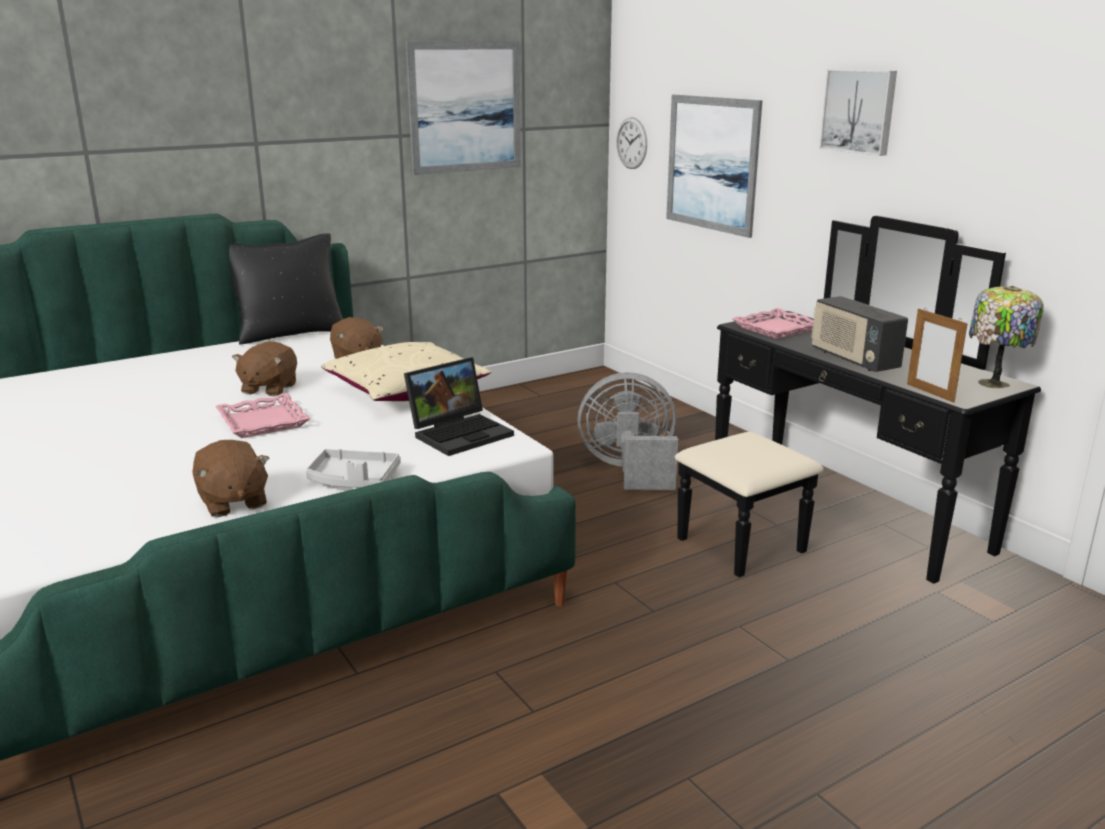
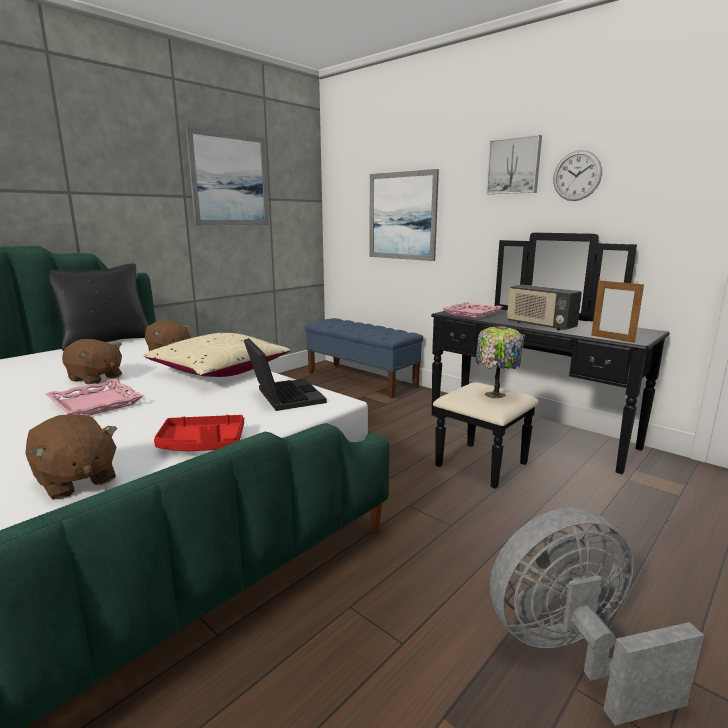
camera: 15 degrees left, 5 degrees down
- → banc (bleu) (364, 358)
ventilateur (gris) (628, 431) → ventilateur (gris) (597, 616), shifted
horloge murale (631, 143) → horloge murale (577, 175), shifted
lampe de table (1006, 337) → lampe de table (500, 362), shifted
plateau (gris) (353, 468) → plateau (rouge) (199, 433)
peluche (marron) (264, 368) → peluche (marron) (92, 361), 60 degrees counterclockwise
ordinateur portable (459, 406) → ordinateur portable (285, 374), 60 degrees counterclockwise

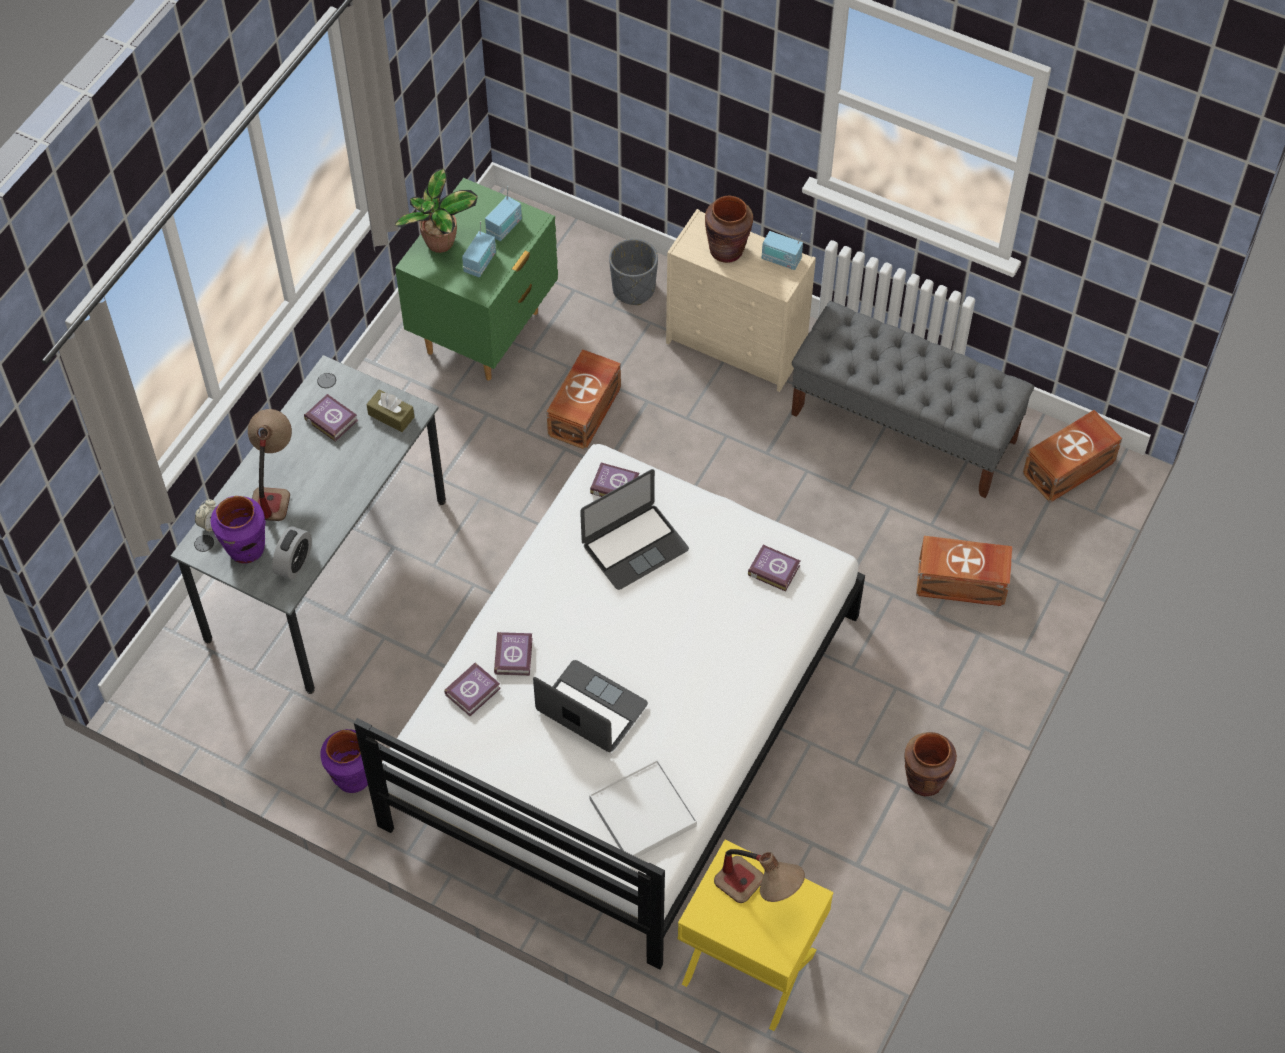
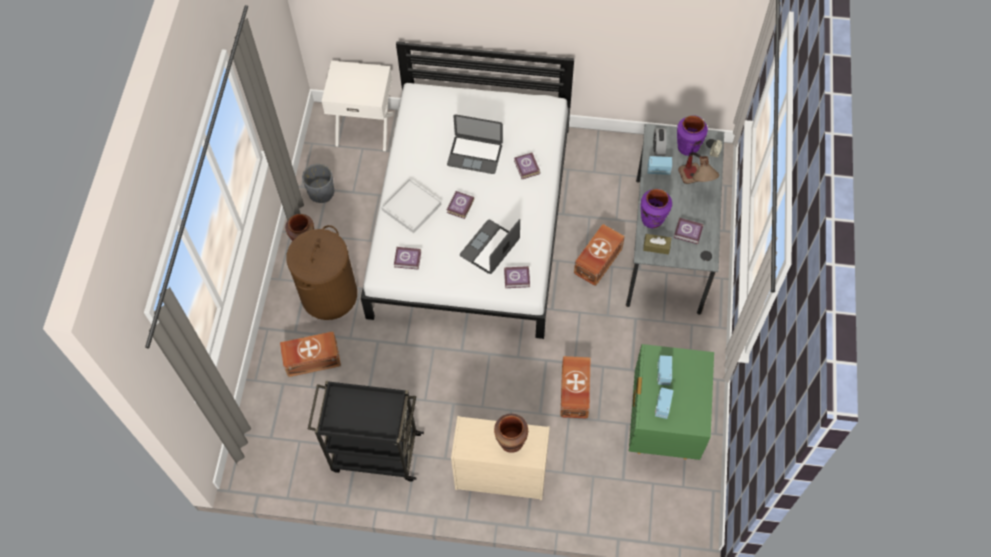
camera: 160 degrees right, 5 degrees up
plante en pot (436, 211) → -
lampe de table (759, 876) → -
- → panier à linge (marron) (321, 272)
vase (violet) (344, 761) → vase (violet) (656, 209), shifted
livre (472, 689) → livre (460, 205), shifted
plateau (blanc) (643, 809) → plateau (blanc) (411, 206), shifted
cache-pot (gris) (633, 272) → cache-pot (gris) (318, 183), shifted
radio (782, 250) → radio (660, 165), shifted
boîte de rangement (marron) (1072, 456) → boîte de rangement (marron) (599, 255), shifted
banc (gris) (912, 399) → chariot (noir) (366, 431)
table de chevet (jaune) (756, 935) → table de chevet (blanc) (357, 106)

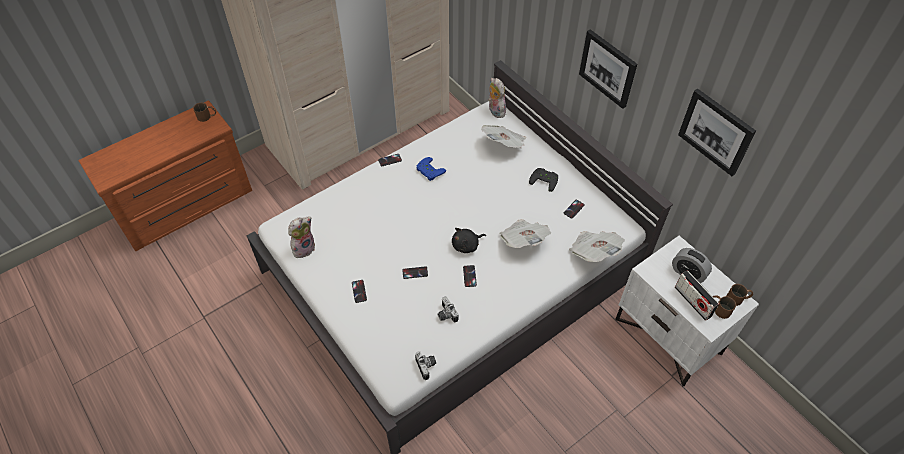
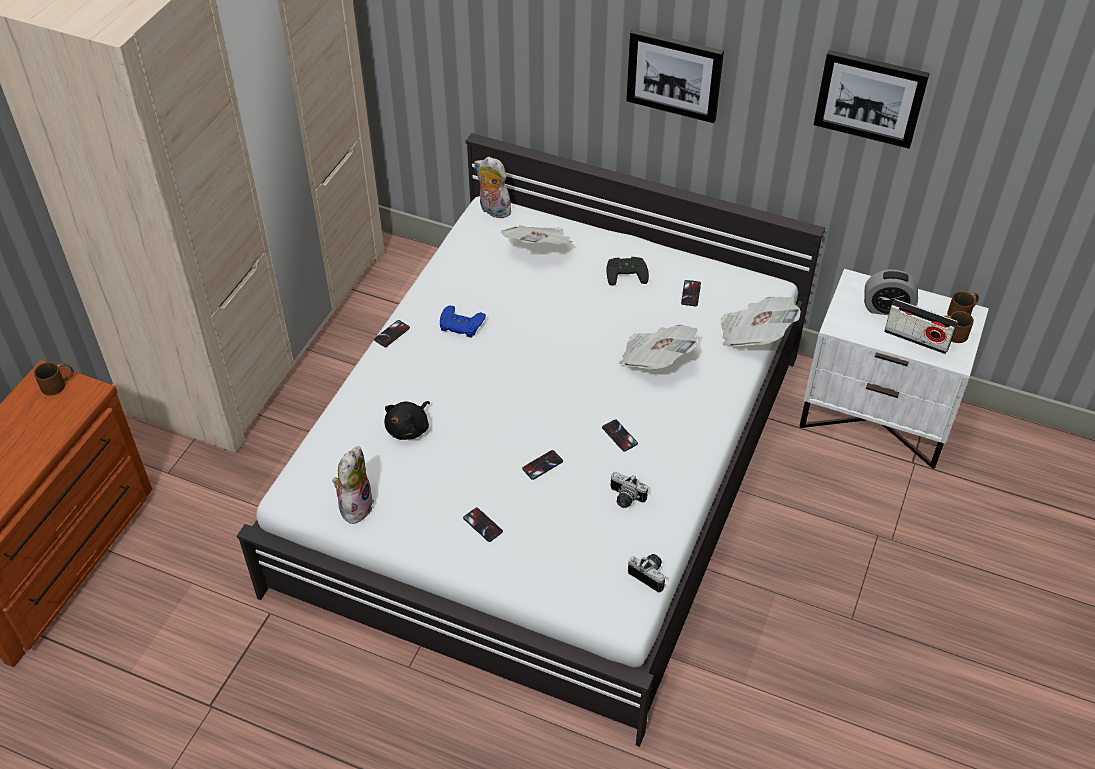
camera: 30 degrees left, 5 degrees down
peluche (noir) (469, 240) → peluche (noir) (407, 420), shifted

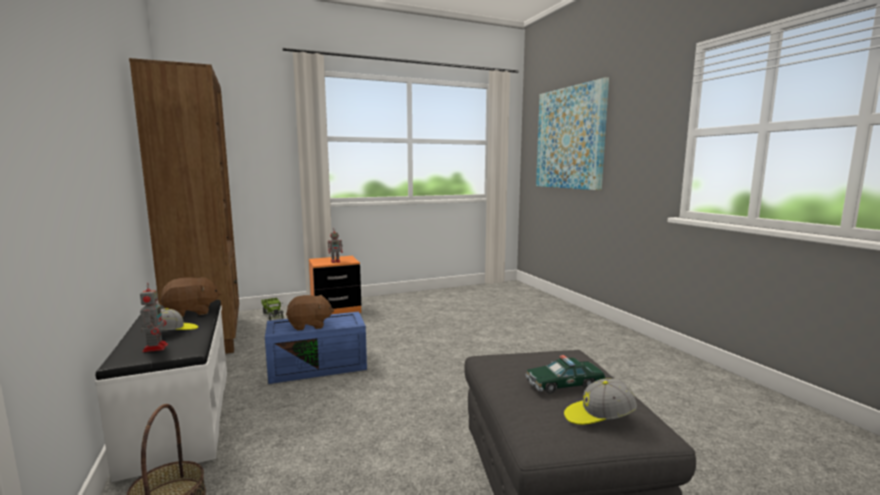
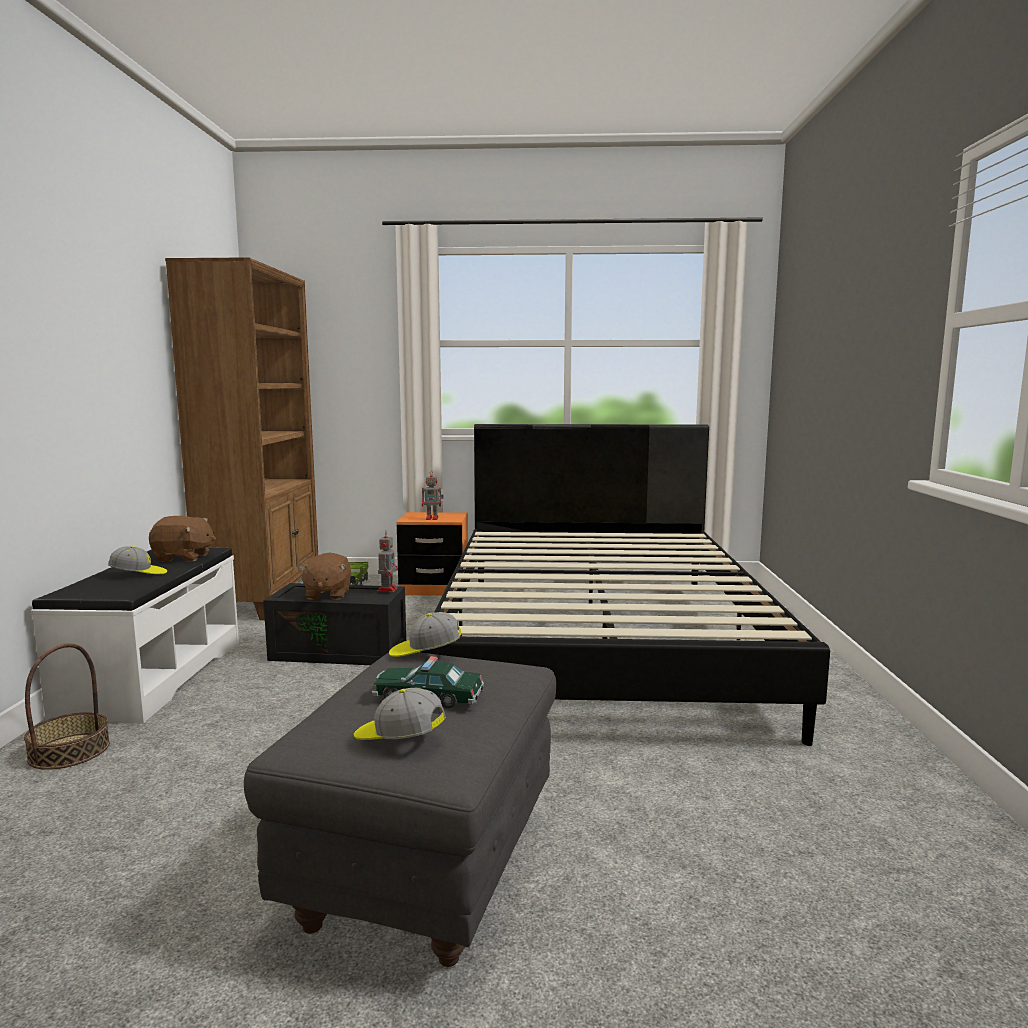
camera: 25 degrees right, 0 degrees up
tableau (572, 133) → -
- → casquette (425, 634)
- → lit (noir) (625, 585)
robot jouet (154, 317) → robot jouet (387, 561), shifted
boîte de rangement (bleu) (316, 348) → boîte de rangement (noir) (335, 624)
peluche (marron) (310, 313) → peluche (marron) (325, 576), 75 degrees clockwise

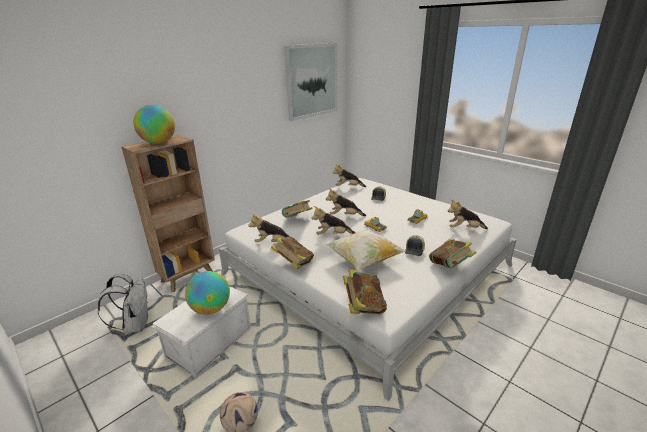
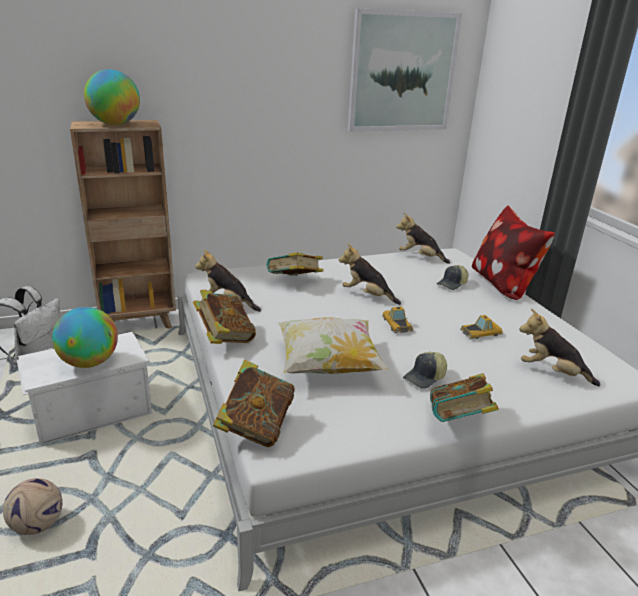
camera: 25 degrees right, 0 degrees up
peluche (333, 220) → -
- → coussin (513, 253)

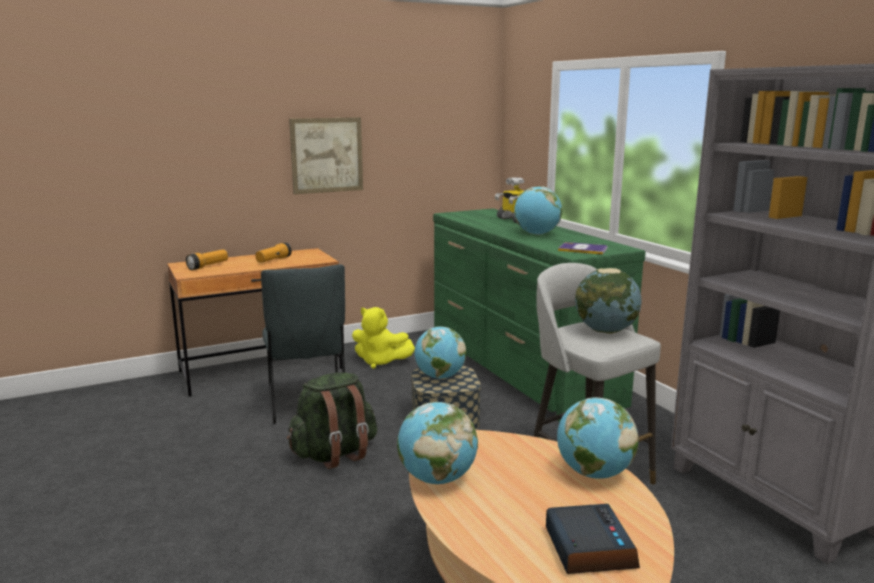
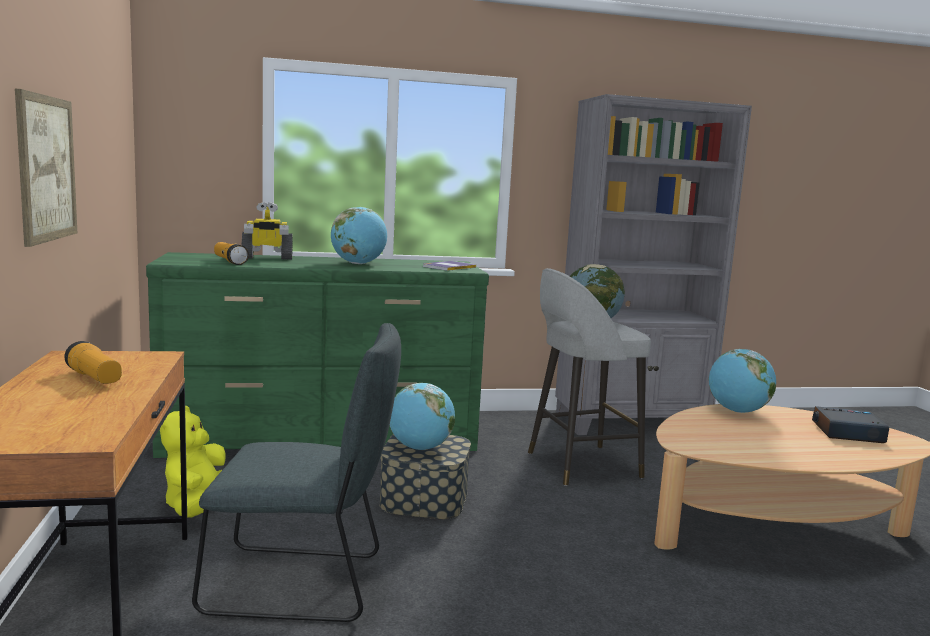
camera: 75 degrees left, 5 degrees down
sac à dos (vert) (332, 421) → -
globe (437, 443) → -
lampe de poche (207, 260) → lampe de poche (231, 253), shifted
peluche (jaune) (383, 338) → peluche (jaune) (193, 462), 150 degrees clockwise

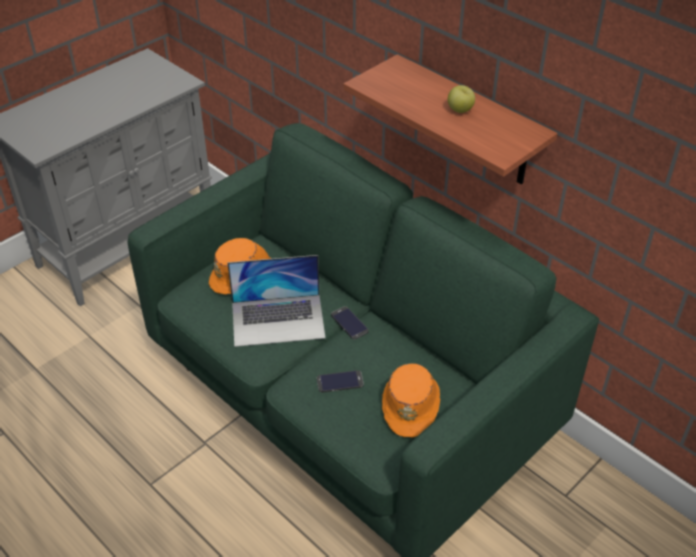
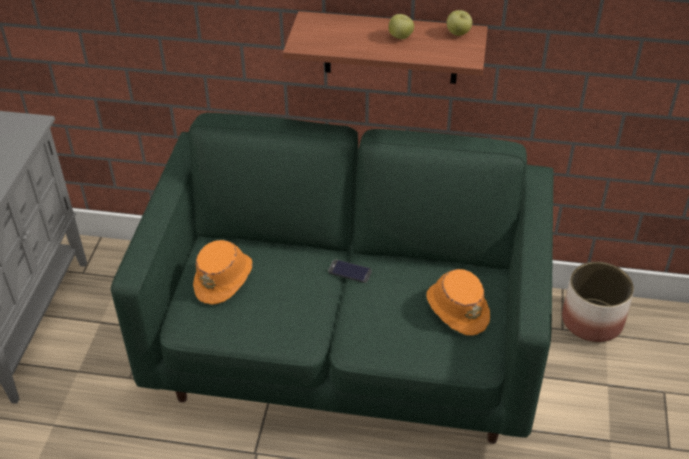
camera: 35 degrees left, 0 degrees up
ordinateur portable (276, 301) → -
téléphone (340, 381) → -
- → pomme (459, 23)
- → cache-pot (598, 302)

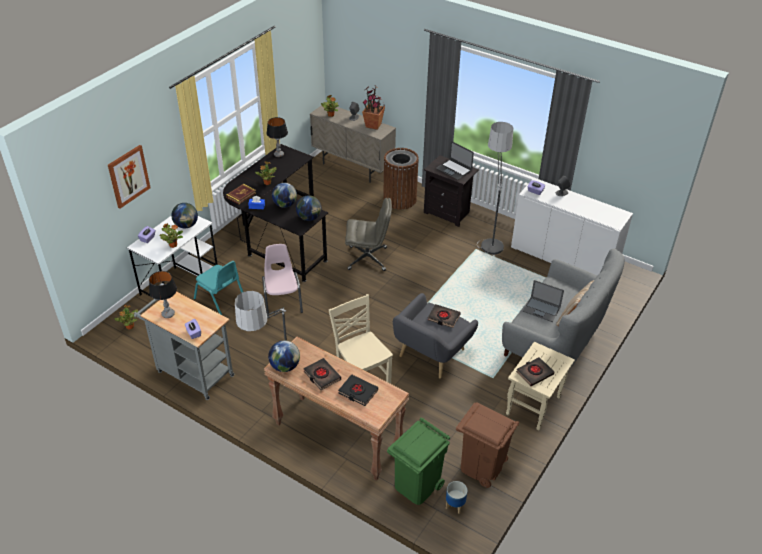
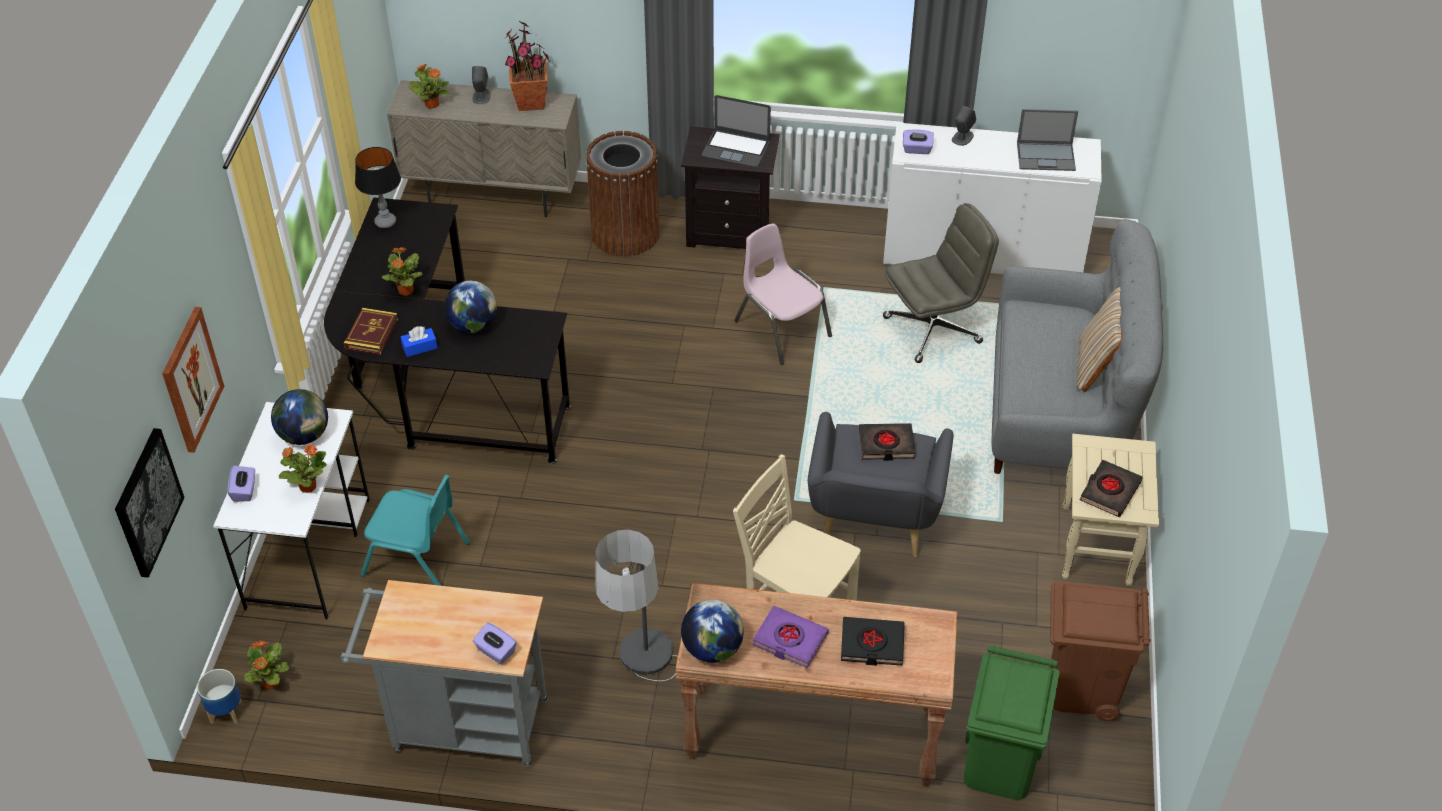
camera: 25 degrees left, 5 degrees up
lampe de table (163, 294) → -
globe (308, 208) → -
lampadaire (497, 189) → -
- → tableau (150, 503)
chaise (rose) (282, 280) → chaise (rose) (783, 294), shifted
chaise de bureau (gris) (368, 234) → chaise de bureau (gris) (941, 283), shifted
cache-pot (457, 497) → cache-pot (219, 696), shifted
ordinateur portable (543, 301) → ordinateur portable (1047, 140), shifted
livre (noir) (322, 374) → livre (violet) (791, 637)

